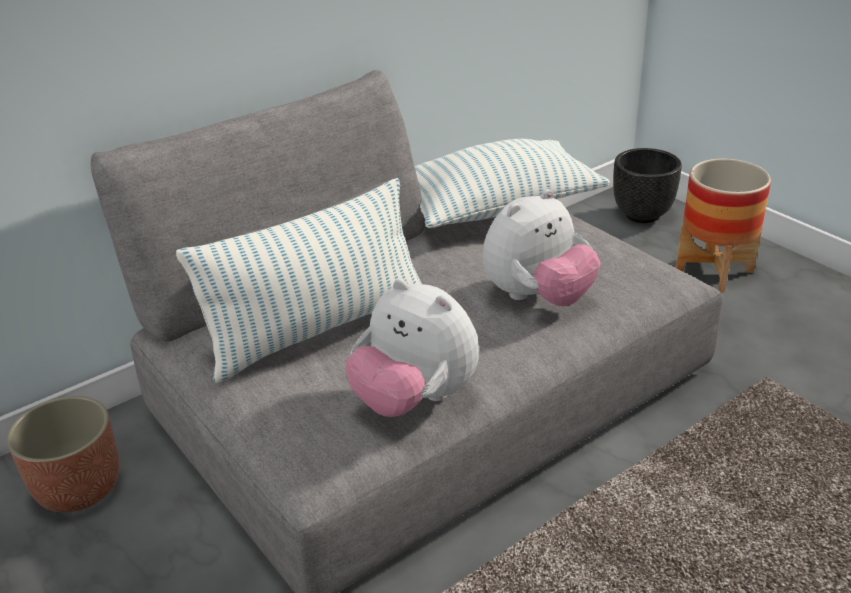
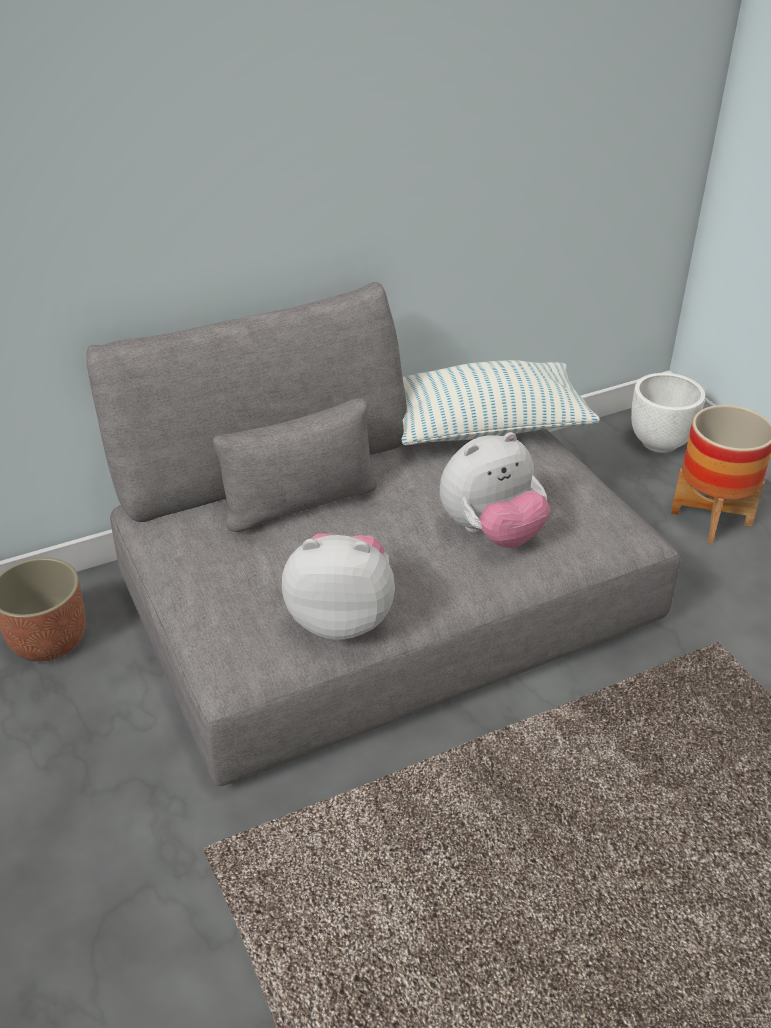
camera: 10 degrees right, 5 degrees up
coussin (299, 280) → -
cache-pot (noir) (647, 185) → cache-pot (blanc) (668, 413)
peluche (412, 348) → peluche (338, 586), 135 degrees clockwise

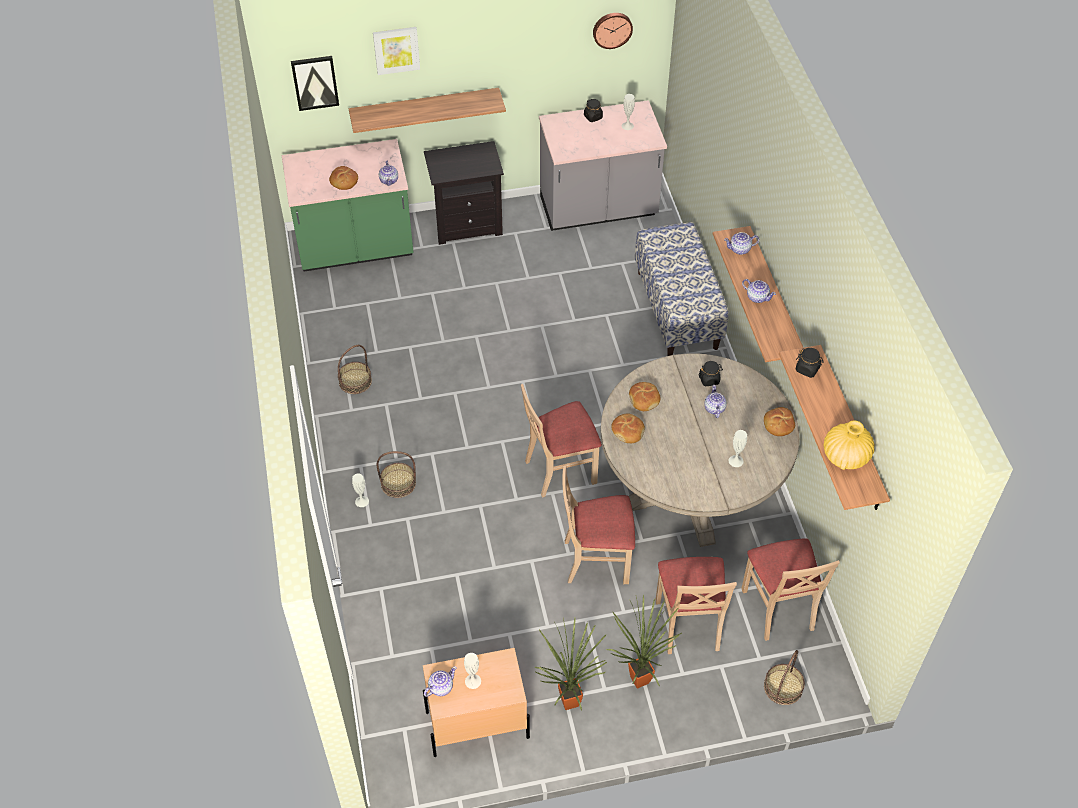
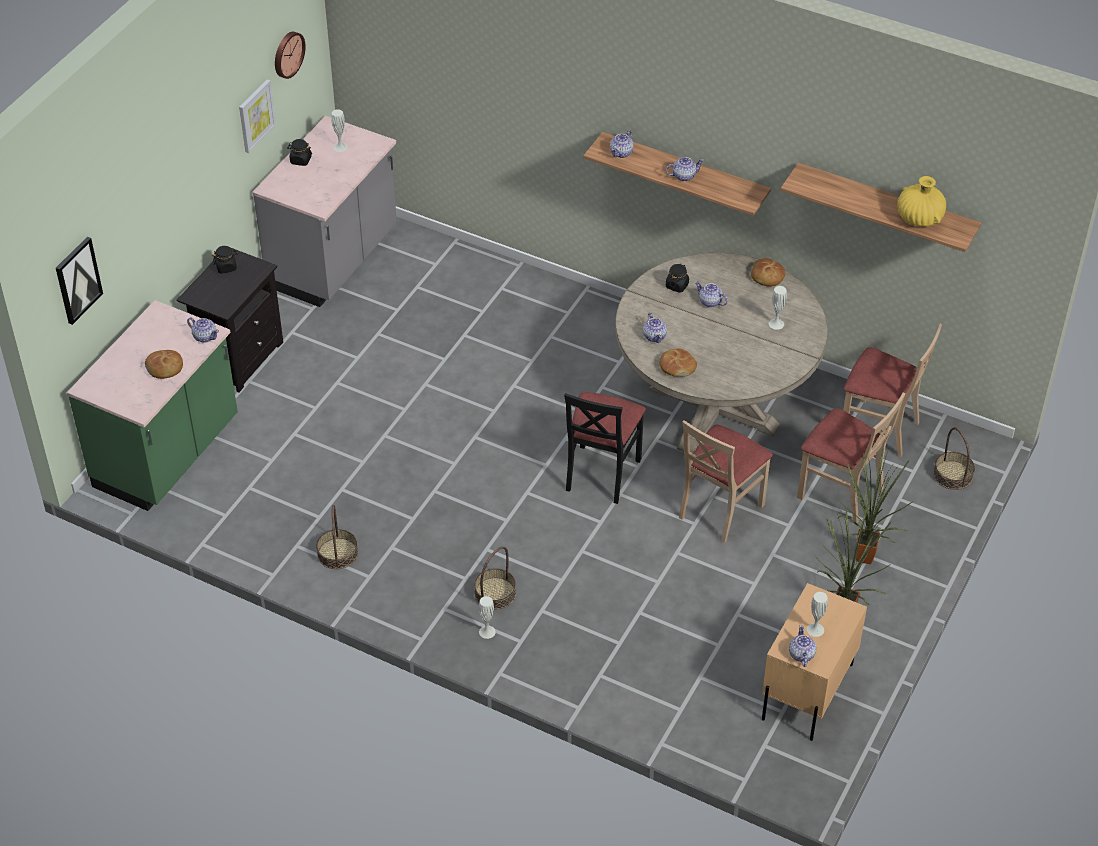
camera: 50 degrees left, 5 degrees down
étagère (427, 110) → -
banc (682, 289) → -
tableau (396, 51) → tableau (257, 116), shifted
bocal (noir) (810, 363) → bocal (noir) (225, 260), shifted
pain (645, 396) → théière (655, 328)
chaise (beige) (561, 441) → chaise (noir) (605, 448)

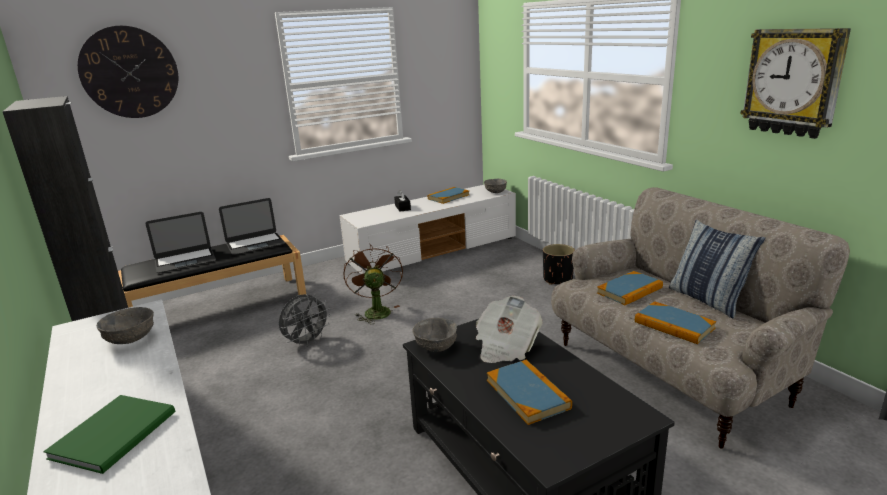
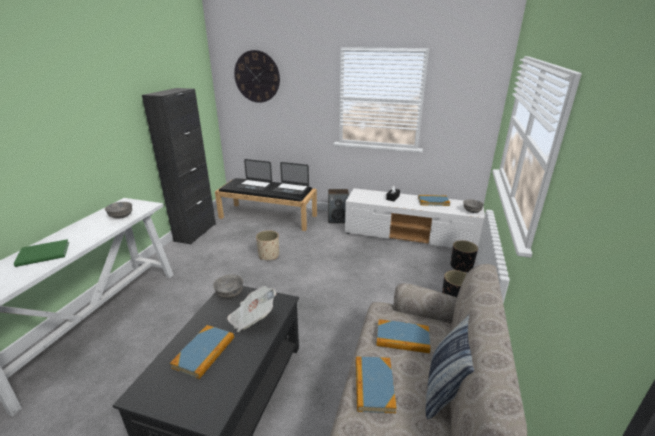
camera: 45 degrees right, 5 degrees up
ventilateur (marron) (373, 284) → -
horloge murale (796, 83) → -
- → enceinte (338, 206)
- → cache-pot (noir) (464, 256)
ventilateur (gris) (305, 321) → cache-pot (beige) (267, 245)

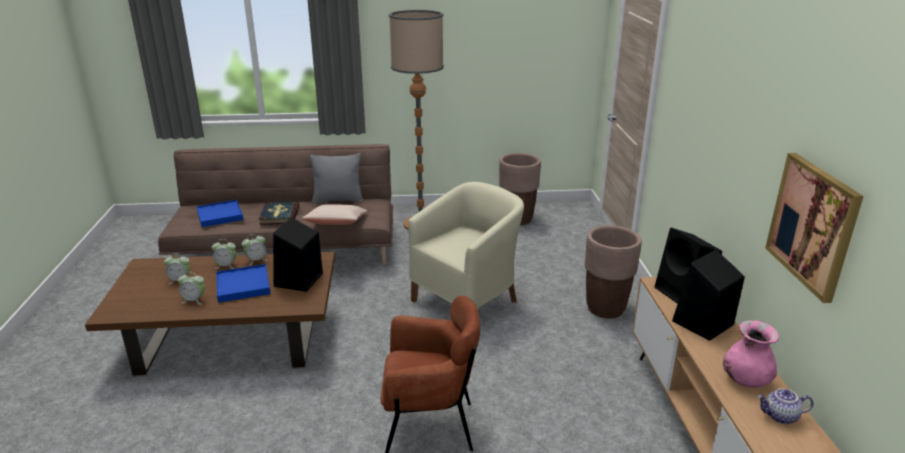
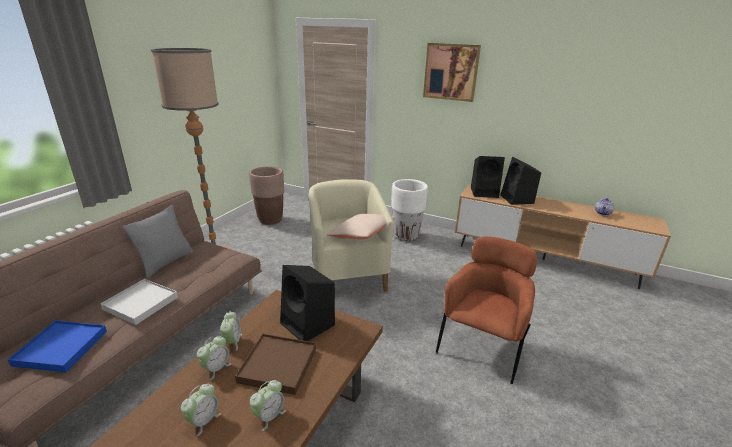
camera: 60 degrees left, 0 degrees up
vase (rose) (751, 354) → -
coussin (beige) (334, 214) → coussin (beige) (361, 226), shifted
tableau (814, 228) → tableau (452, 72), shifted
livre (279, 213) → plateau (blanc) (139, 302)
plateau (bleu) (243, 283) → plateau (marron) (275, 364)
cache-pot (marron) (613, 271) → cache-pot (blanc) (409, 210)

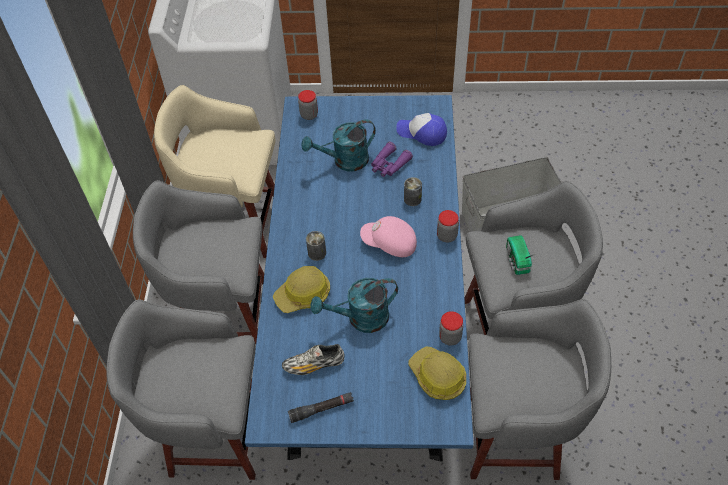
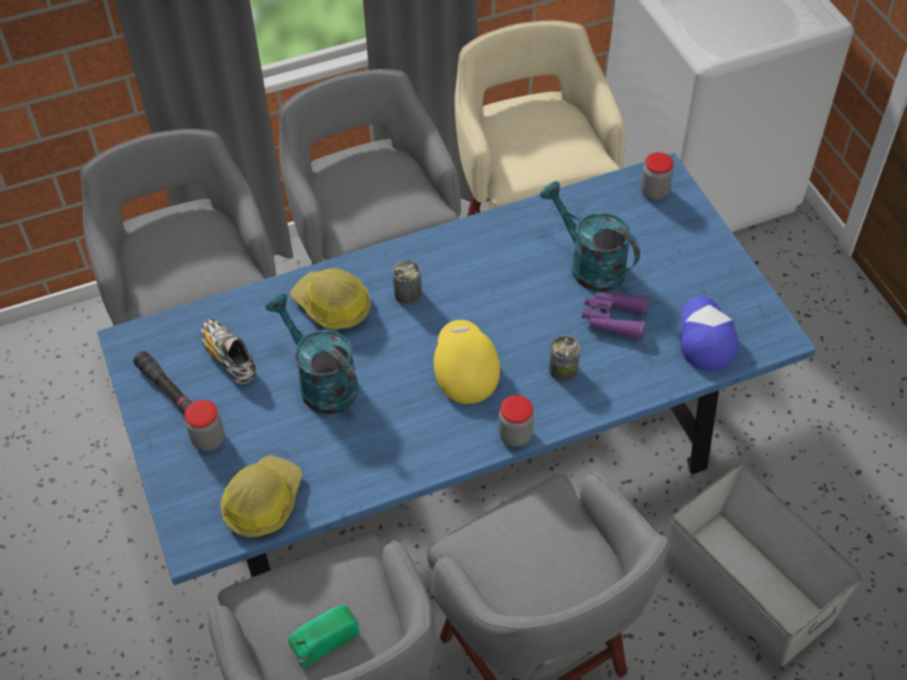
camera: 65 degrees right, 0 degrees up
bocal (451, 328) → bocal (204, 425), shifted
radio (520, 255) → radio (323, 636), shifted
casquette (rose) (388, 236) → casquette (jaune) (467, 362)

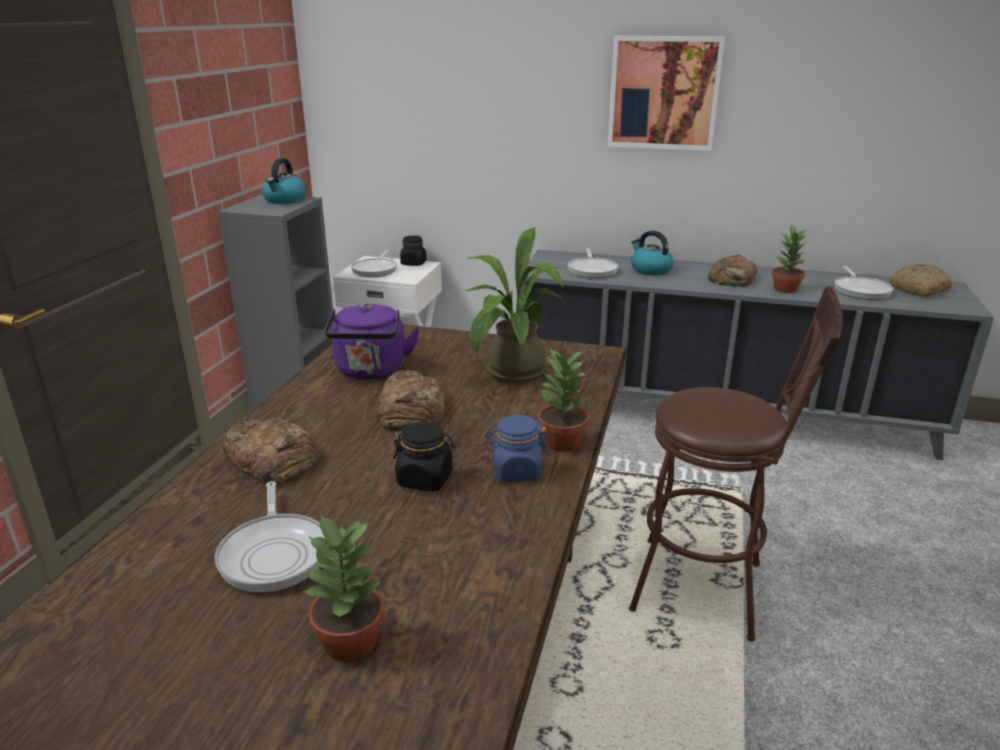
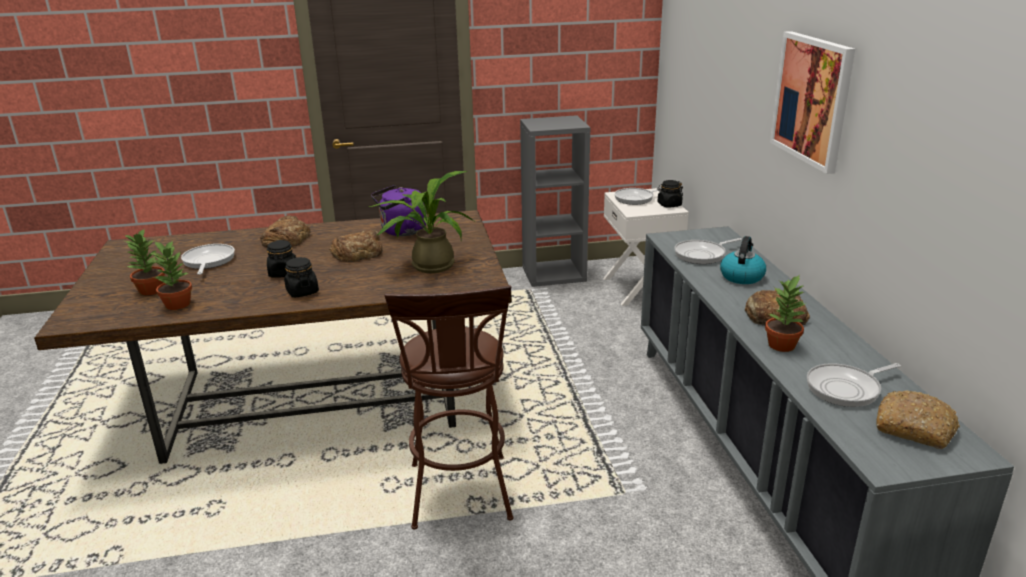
camera: 65 degrees right, 0 degrees up
bouilloire (284, 181) → -
plante en pot (563, 399) → plante en pot (171, 275), shifted
bocal (bleu) (517, 448) → bocal (noir) (301, 277)
poêle (270, 536) → poêle (208, 259), 120 degrees clockwise

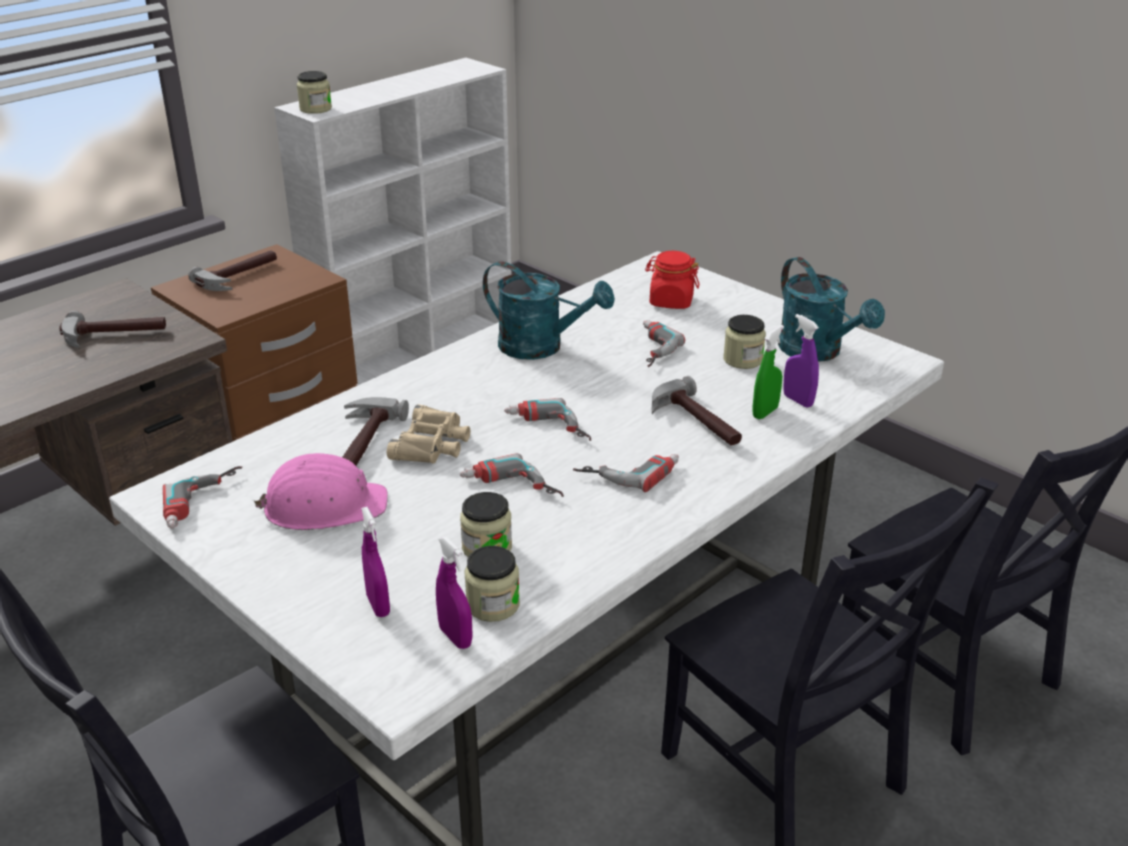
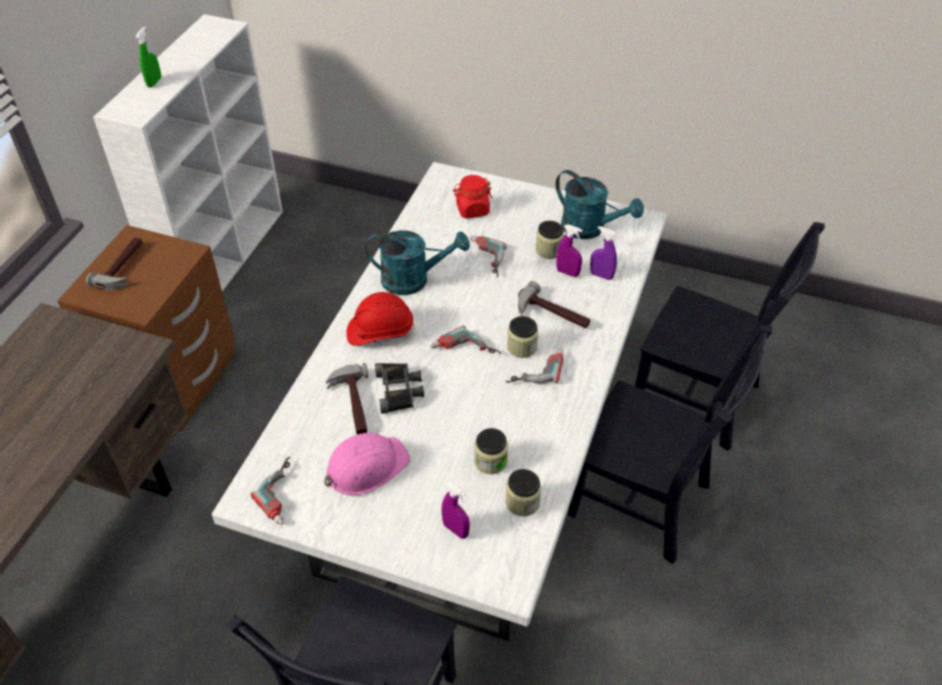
camera: 25 degrees left, 15 degrees up
marteau (112, 329) → -
perceuse (512, 475) → -
- → casque de chantier (rouge) (380, 319)
bocal (314, 92) → bocal (522, 337), shifted
vaporisateur (violet) (454, 593) → vaporisateur (violet) (569, 251), shifted
vaporisateur (vert) (768, 372) → vaporisateur (vert) (148, 57), shifted
jumelles (beige) (428, 434) → jumelles (noir) (399, 388)

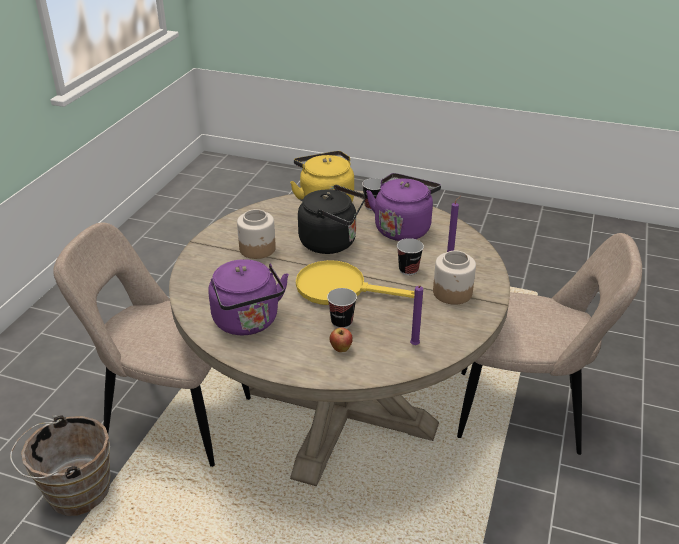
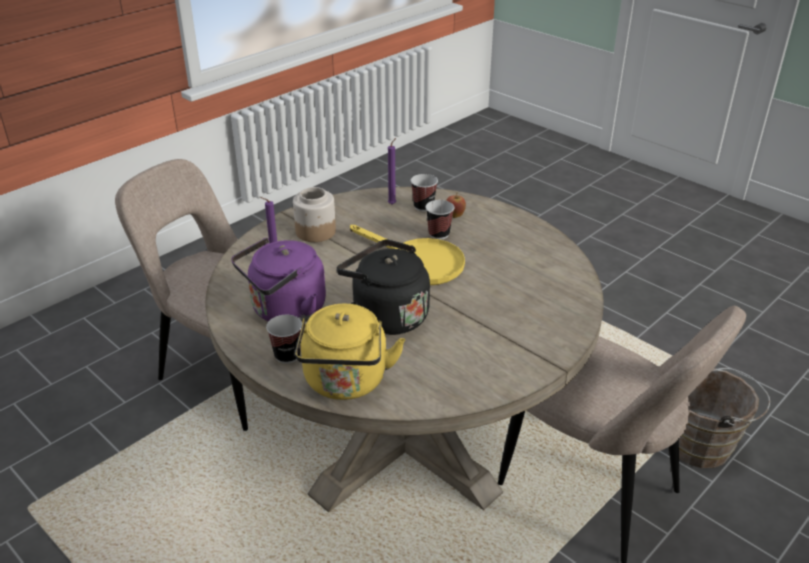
camera: 155 degrees left, 0 degrees up
bouilloire (violet) (248, 297) → -
bocal (256, 234) → -
tasse (410, 256) → tasse (424, 193), shifted

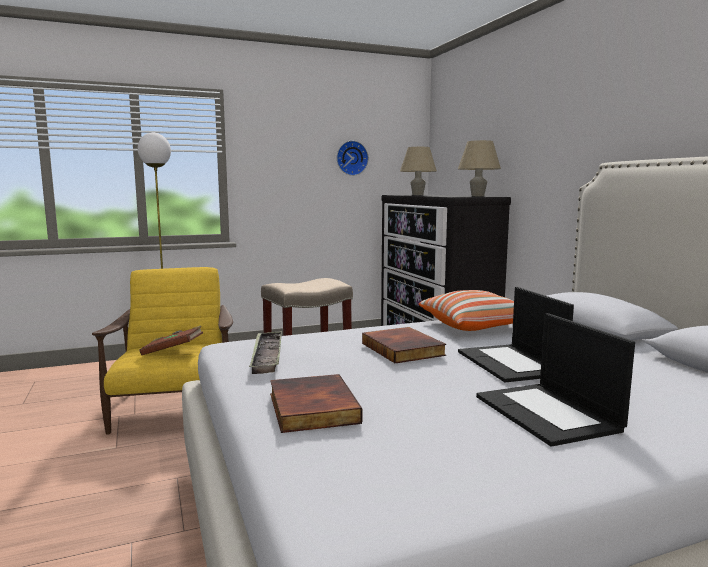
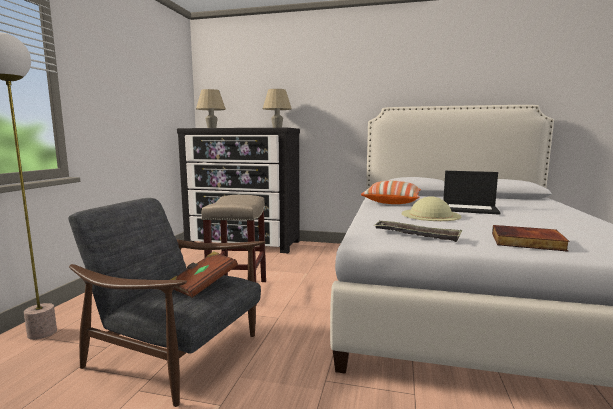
camera: 55 degrees left, 0 degrees up
horloge murale (353, 158) → -
ordinateur portable (555, 380) → -
livre (404, 345) → chapeau (beige) (431, 208)
fauteuil (jaune) (162, 351) → fauteuil (gris) (166, 302)

